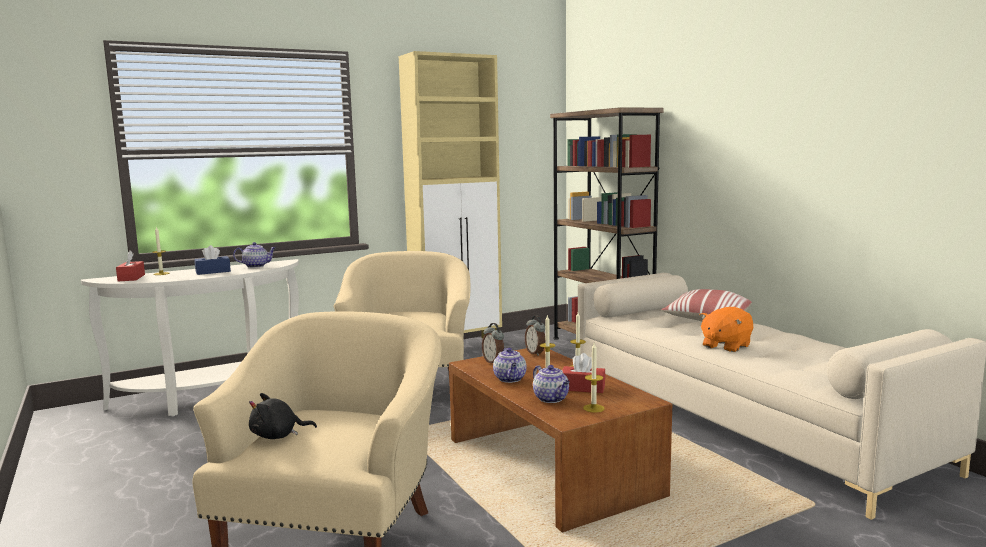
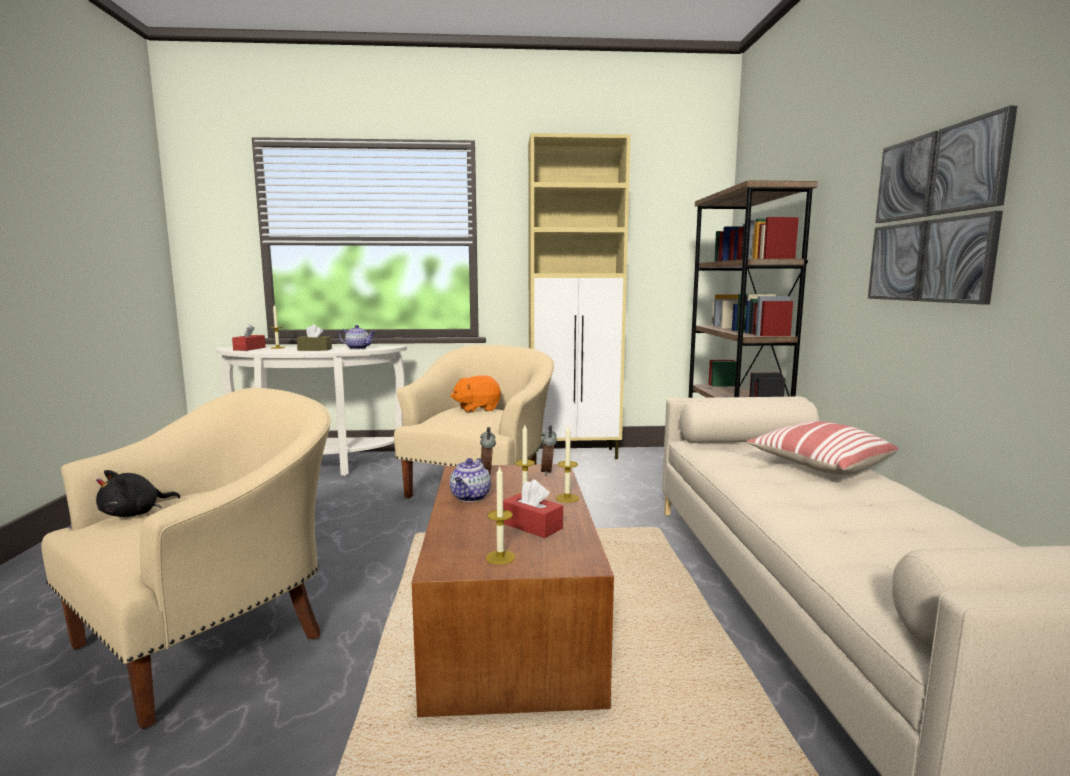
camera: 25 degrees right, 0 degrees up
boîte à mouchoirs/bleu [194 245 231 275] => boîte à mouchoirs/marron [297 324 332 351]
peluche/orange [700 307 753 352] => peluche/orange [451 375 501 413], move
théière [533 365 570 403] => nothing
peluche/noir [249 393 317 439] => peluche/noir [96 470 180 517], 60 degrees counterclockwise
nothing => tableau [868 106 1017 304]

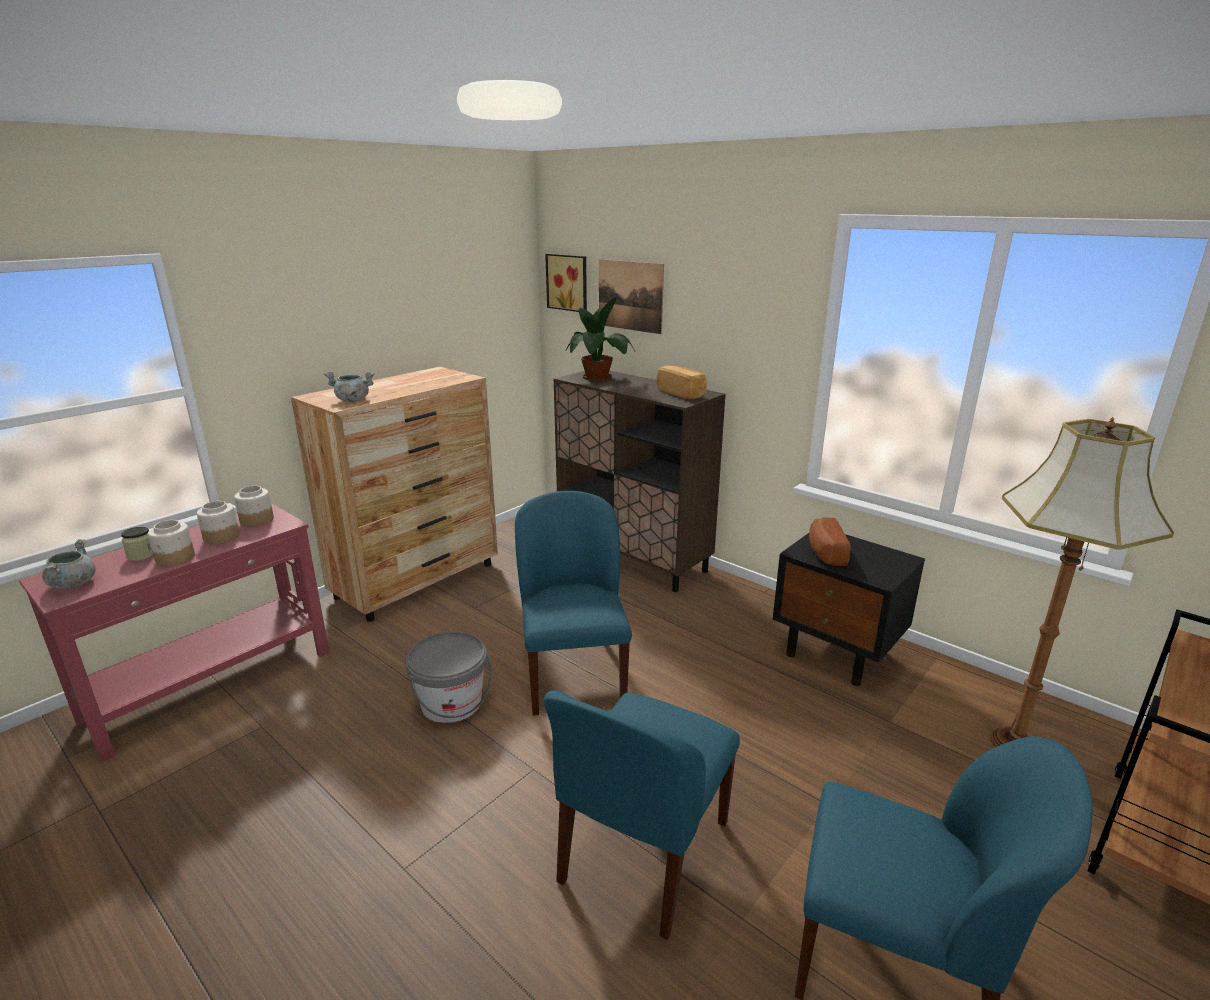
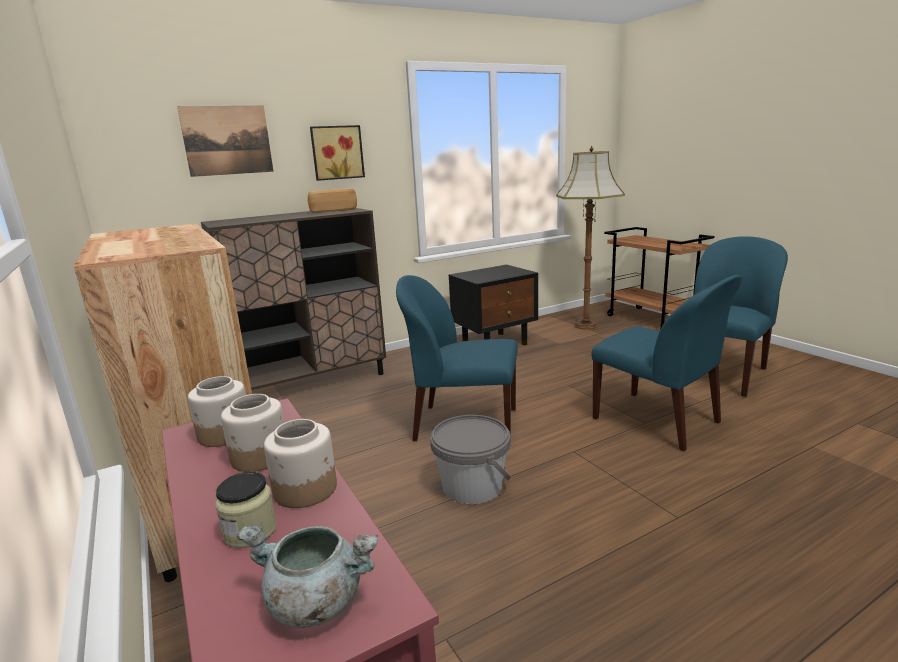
camera: 70 degrees left, 5 degrees down
tableau [545 254 587 312] => tableau [310 125 365 181], move
plante en pot [566 297 635 381] => nothing
marmite/gris [324 371 374 402] => nothing
pain [809 518 851 566] => nothing

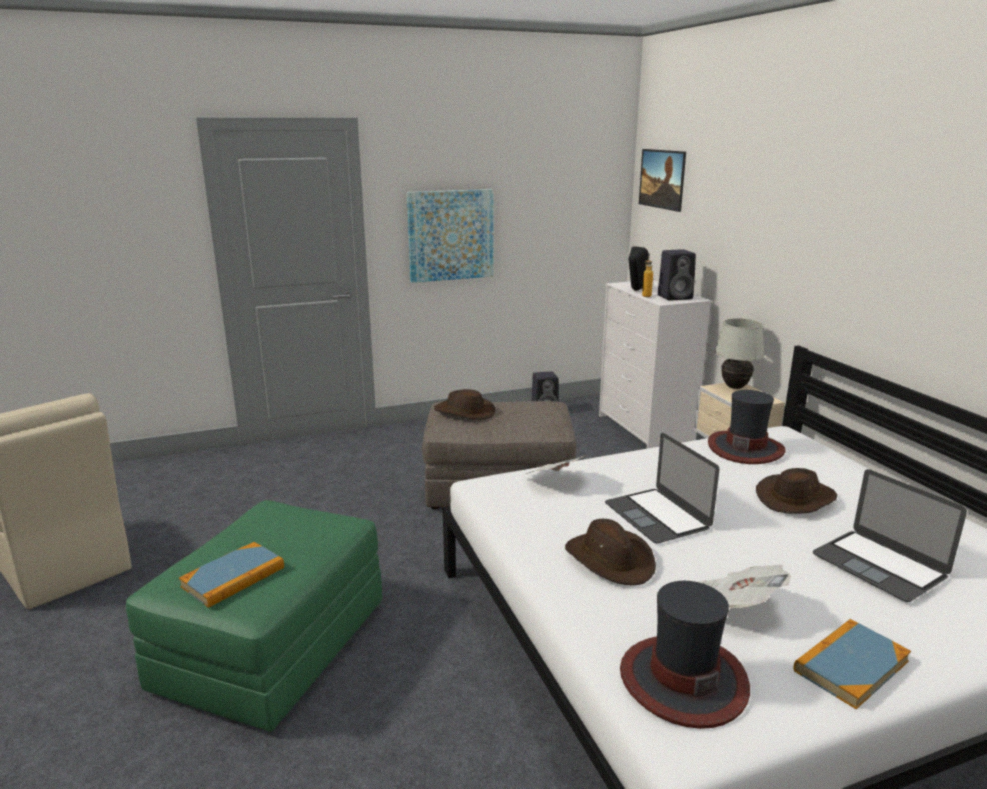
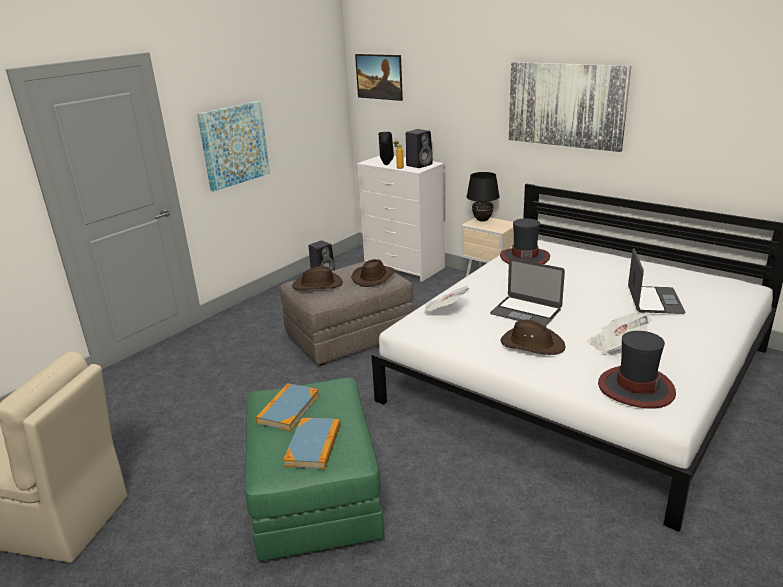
camera: 30 degrees left, 5 degrees up
lampe de table/blanc [715 318 764 389] => lampe de table/noir [466 172 500 222]
chapeau/marron [756 468 837 514] => chapeau/marron [351 259 395 287], move
ordinateur portable [813 469 967 602] => ordinateur portable [628 248 685 314], 105 degrees counterclockwise
livre [794 619 911 709] => livre [256 383 319 431], move
nothing => tableau [509 62 631 152]

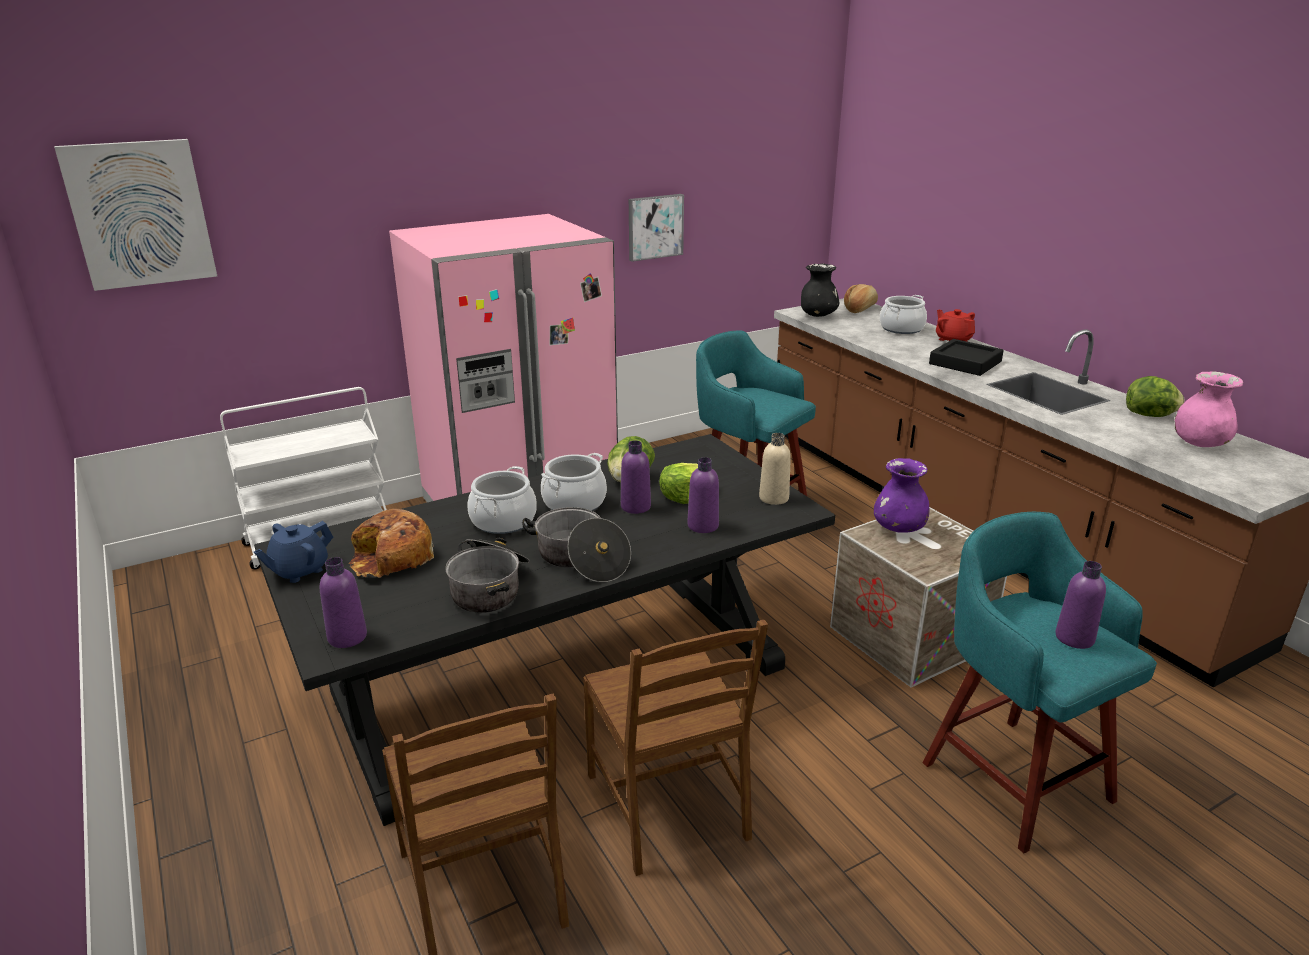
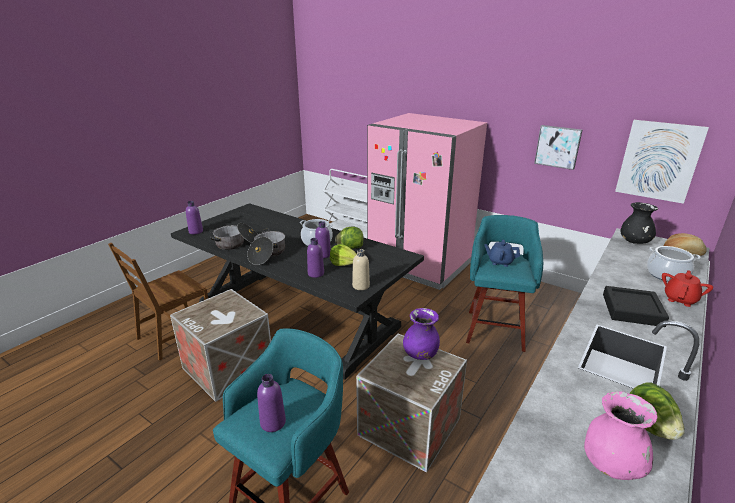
camera: 65 degrees right, 0 degrees up
tableau [54 139 217 291] => tableau [615 120 709 204], move
marmite [467 466 537 534] => nothing
pain [349 509 434 578] => nothing
théière/bleu [254 521 333 583] => théière/bleu [484 240 520 267], move
chaise/marron [583 620 768 876] => caisse [170 289 271 402]

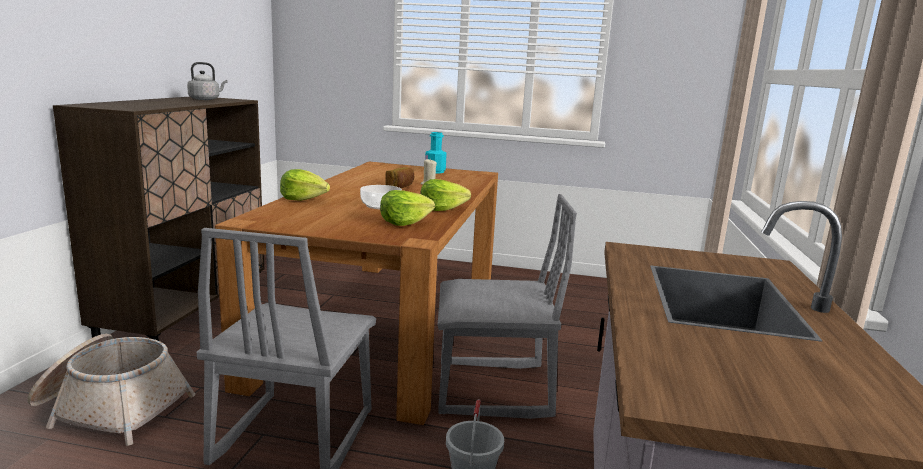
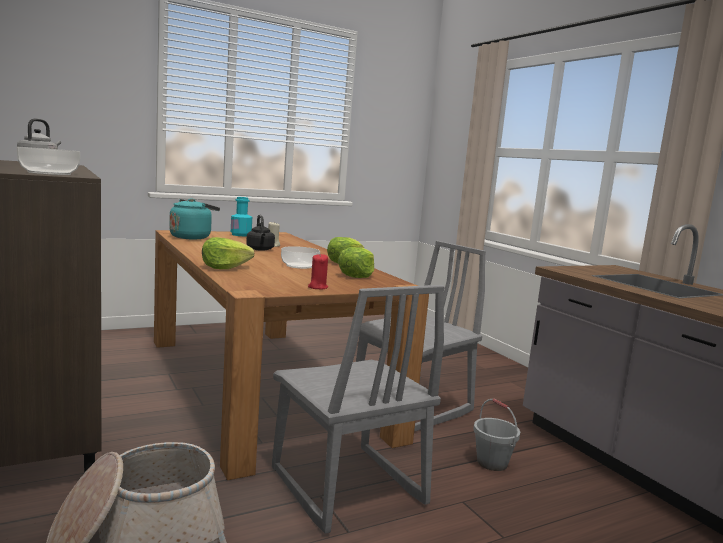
camera: 40 degrees left, 5 degrees down
pain [385 167 414 188] => bouilloire/noir [246 215 275 251]
nothing => bol [17 147 80 175]
nothing => bouilloire/turquoise [169 198 220 239]
nothing => bougie/rouge [308 253 328 290]

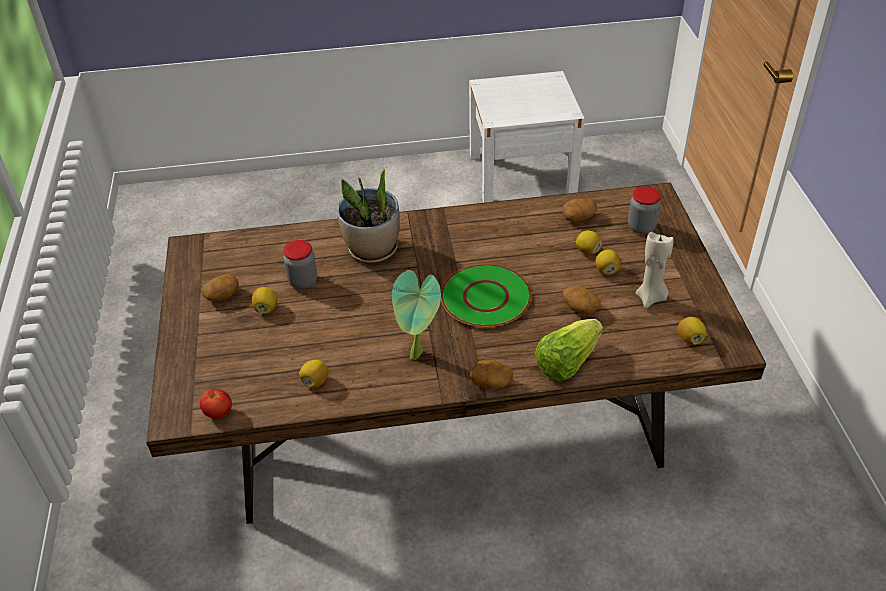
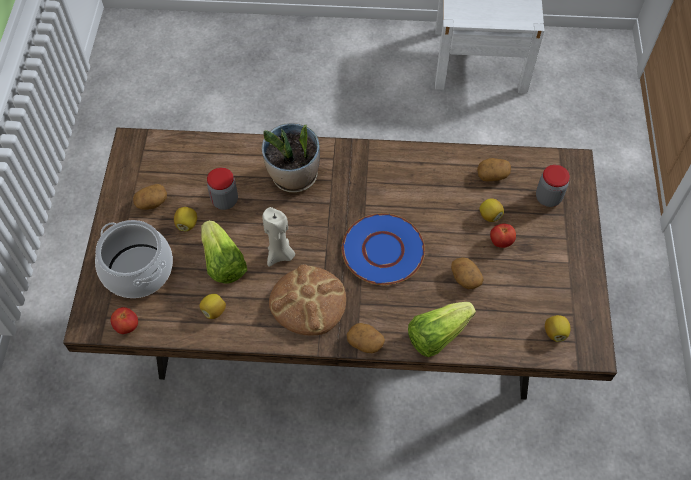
camera: 10 degrees right, 15 degrees up
bougie/beige [635 232 674 309] => bougie/beige [263 207 295 267], move
citron [595 250 621 275] => tomate [490 223 516 248]
assiette/vert [441 264 532 327] => assiette/bleu [342 213 425 285]
plante en pot [392 270 441 360] => pain [269 264 346 335]
nothing => marmite [95 220 173 298]
nothing => laitue [201 220 247 284]

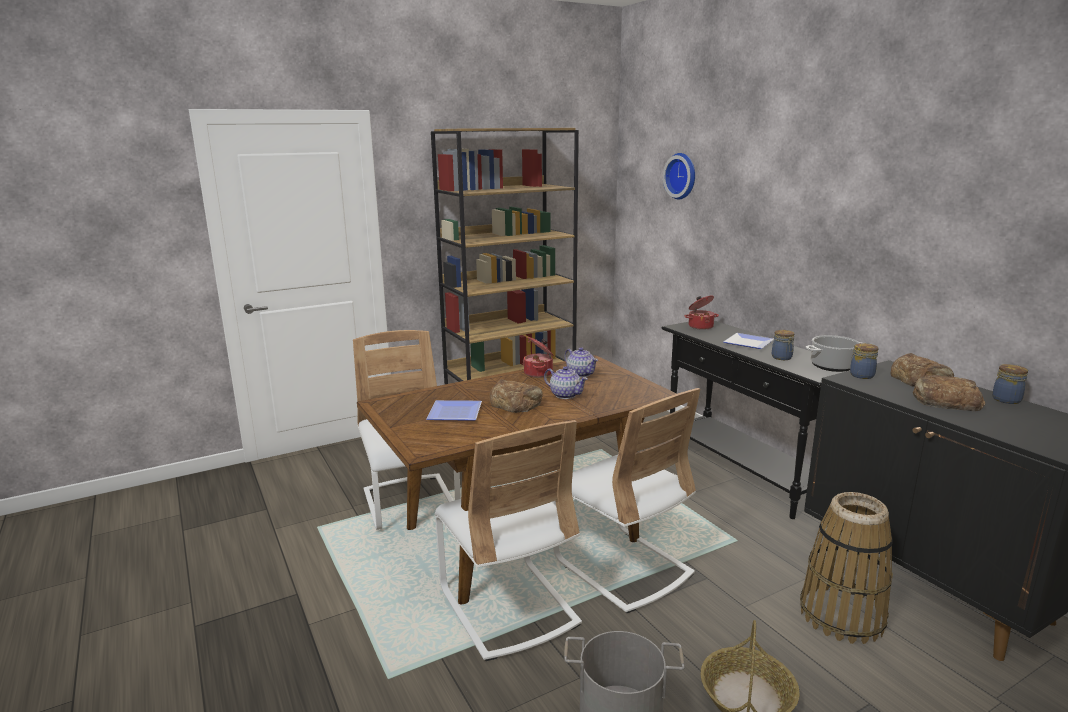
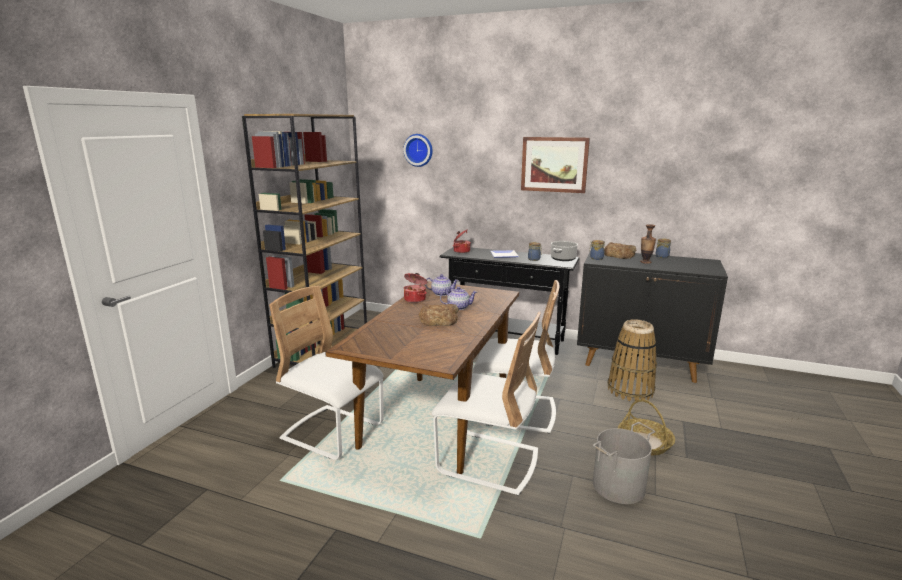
camera: 40 degrees left, 0 degrees up
pain [913 375 985 411] => vase [640 224 656 264]
assiette [427 400 482 421] => nothing
nothing => tableau [521 137 590 193]

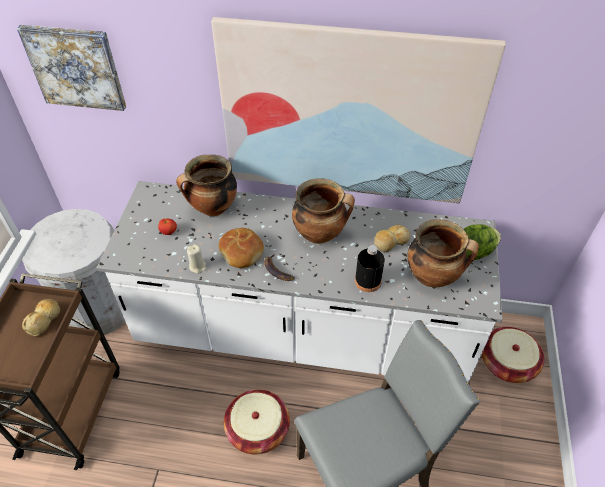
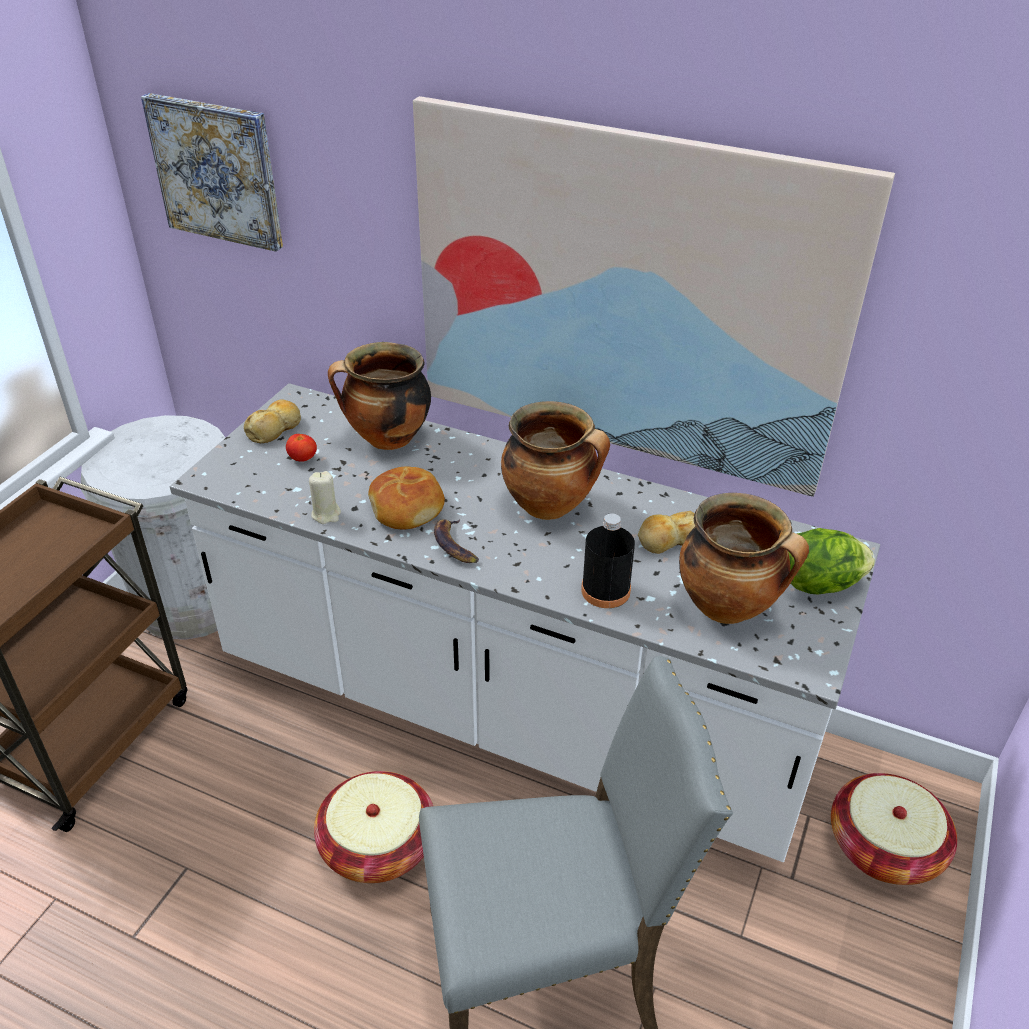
camera: 15 degrees right, 10 degrees down
pain [22 299 60 336] => pain [244 399 301 443], move

